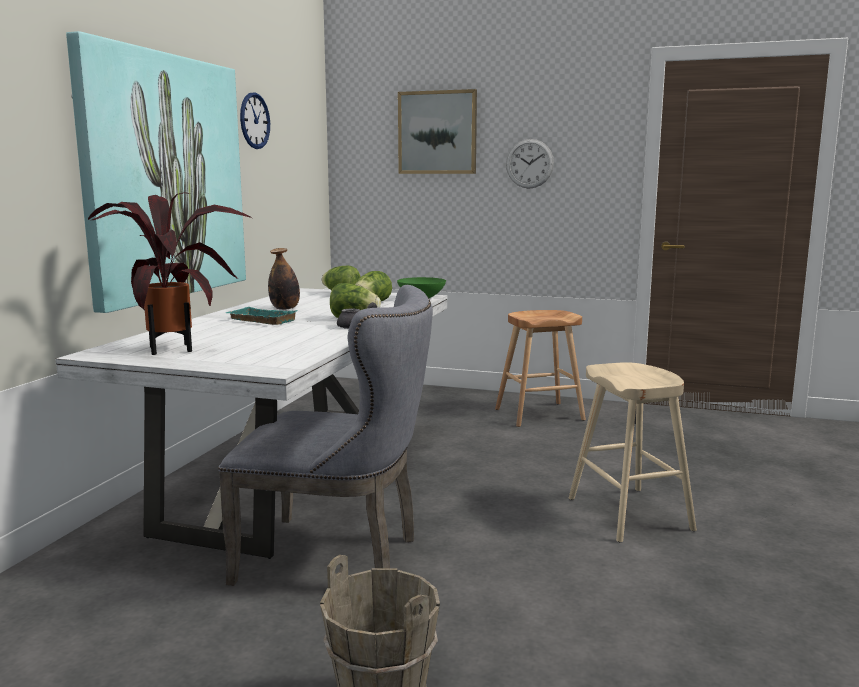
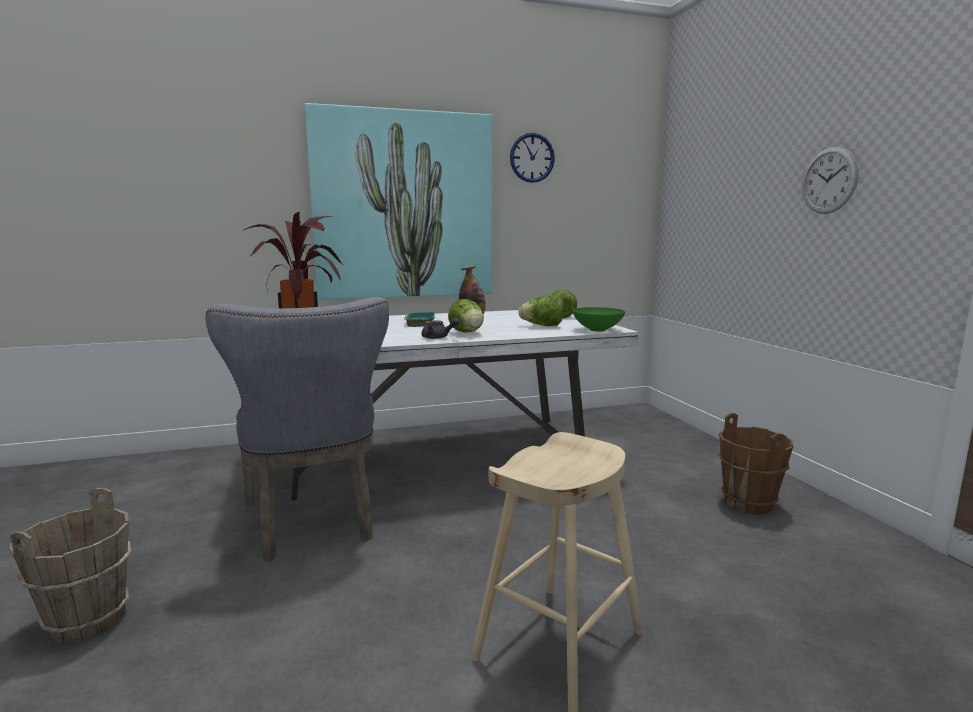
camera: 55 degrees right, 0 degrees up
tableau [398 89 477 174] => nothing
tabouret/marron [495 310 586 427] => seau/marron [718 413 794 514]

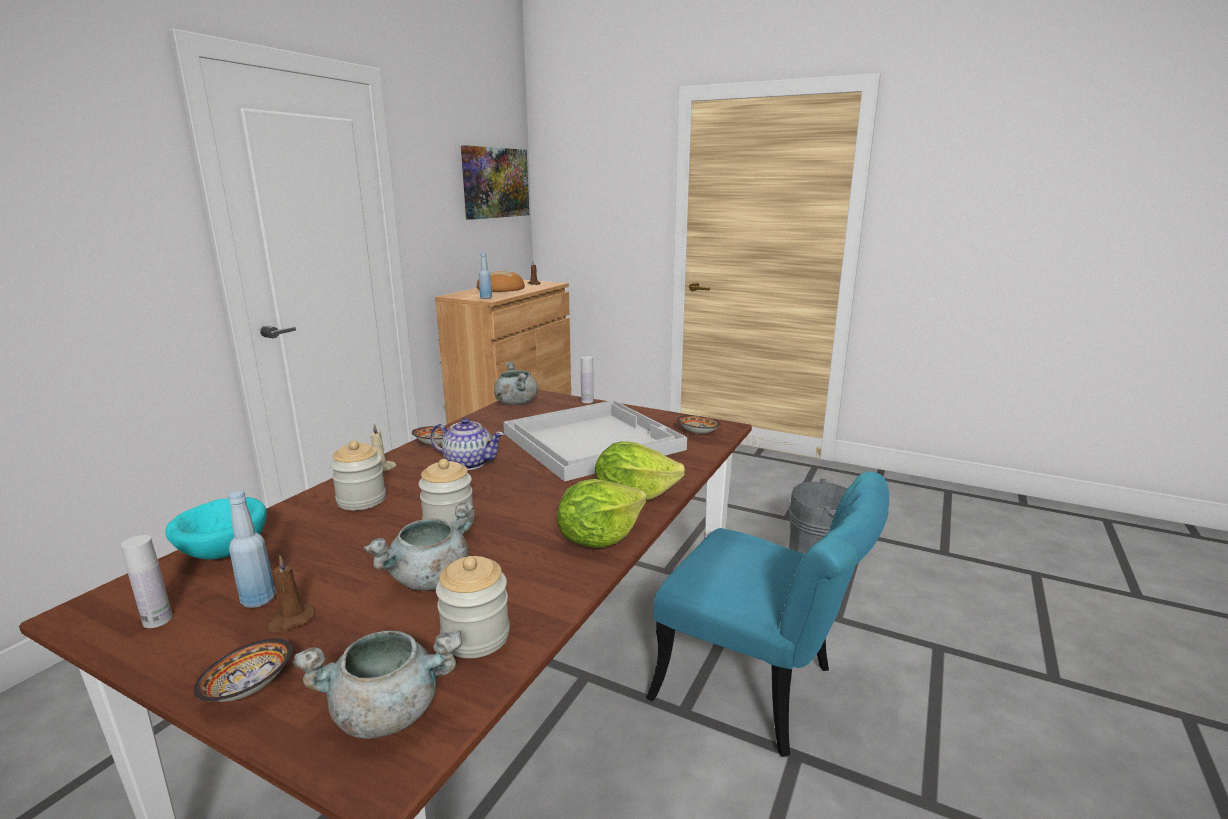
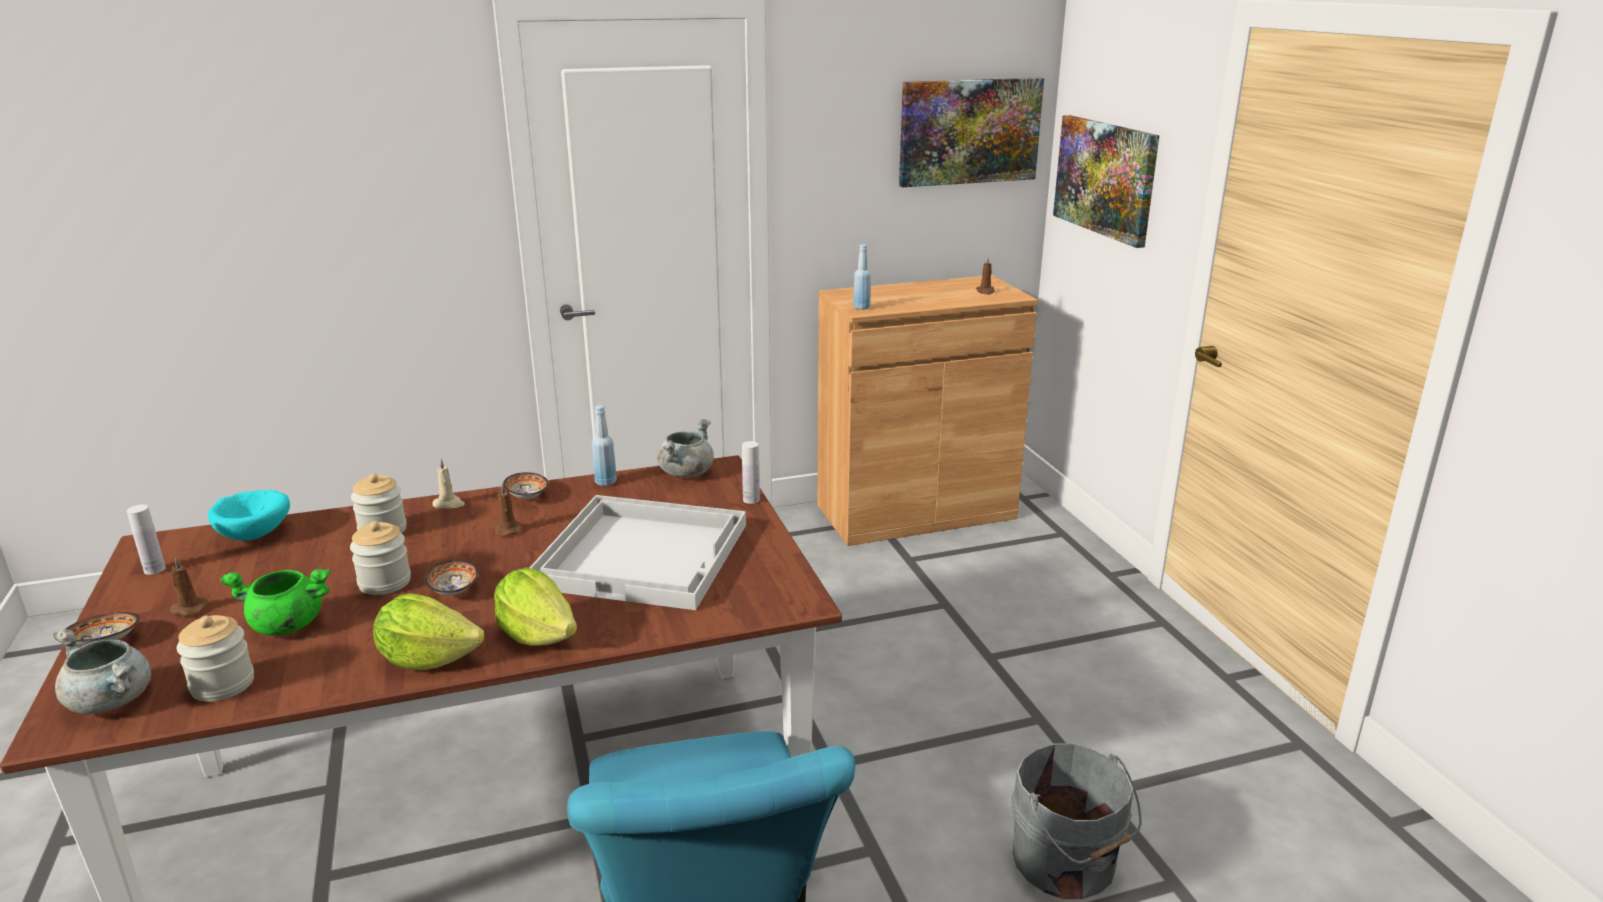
camera: 45 degrees right, 5 degrees up
pain [477 271 525 292] => nothing
bol [677 415 721 434] => bol [424 560 479 595], move
théière [430 418 504 470] => bougie/marron [495 482 523 536]
bouteille/bleu [228 490 276 608] => bouteille/bleu [592 405 617 486], move
marmite/gris [364 500 474 591] => marmite/vert [220 569 330 636]
nothing => tableau [1053 115 1160 248]

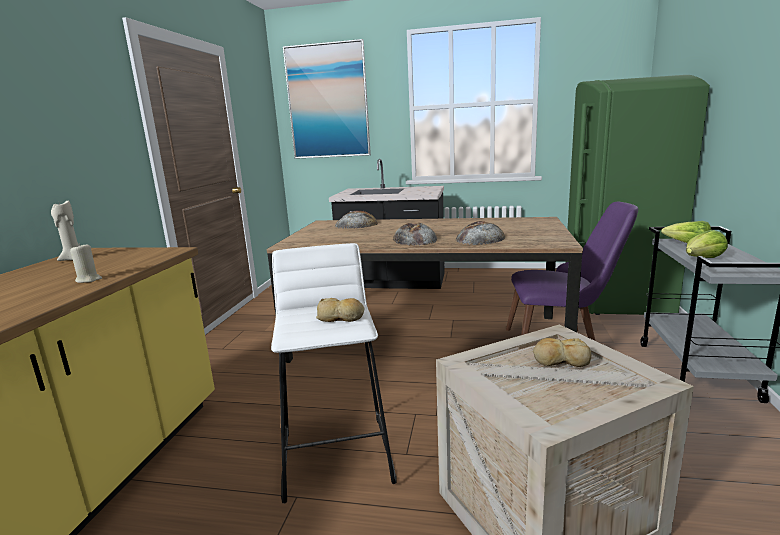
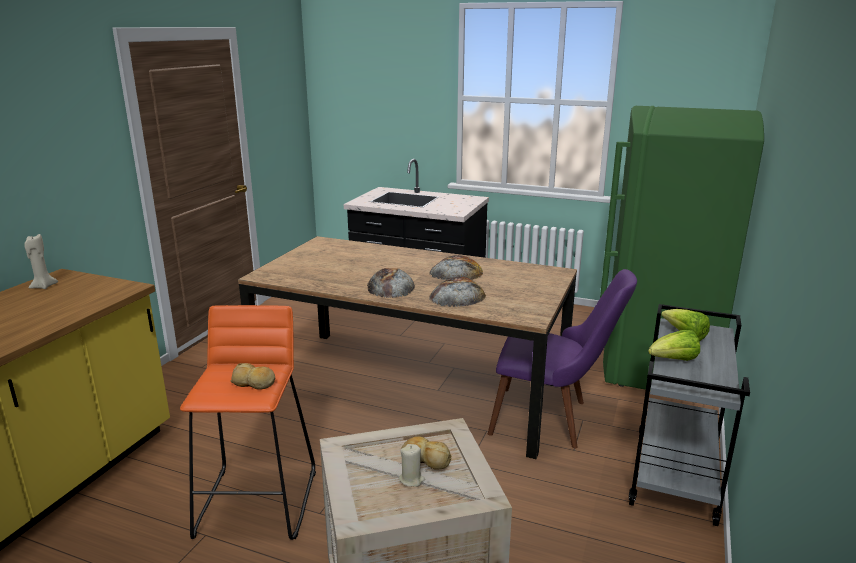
camera: 10 degrees right, 5 degrees up
tableau [283 39 371 159] => nothing
pain [335 210 378 229] => pain [430 255 483 280], move
bougie/beige [70 243 102 283] => bougie/beige [399 444 425 487], move
tabouret/blanc [271 243 397 504] => tabouret/orange [180 305 316 540]

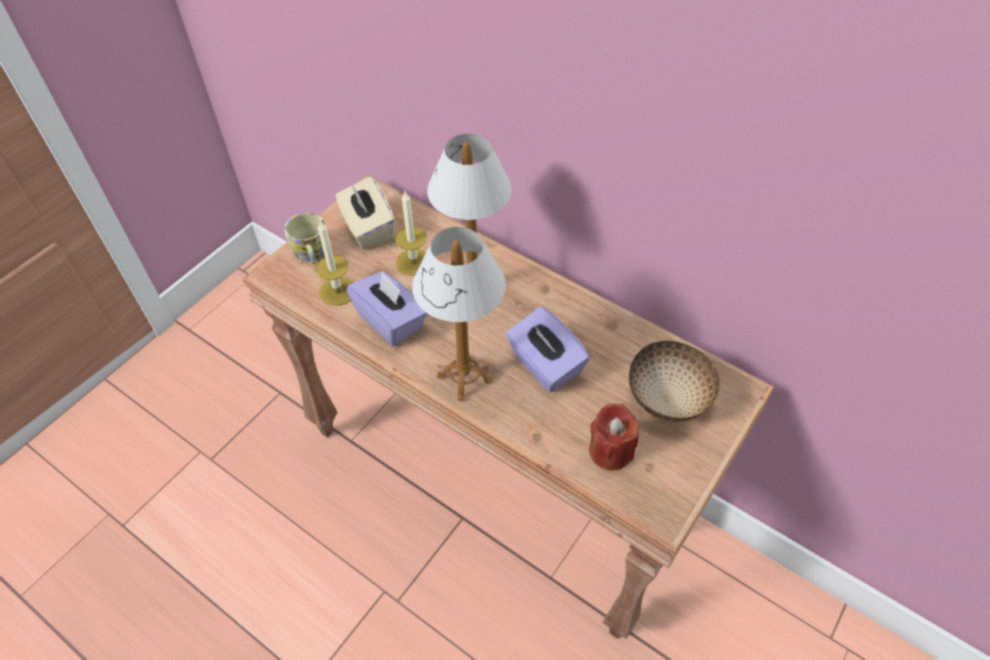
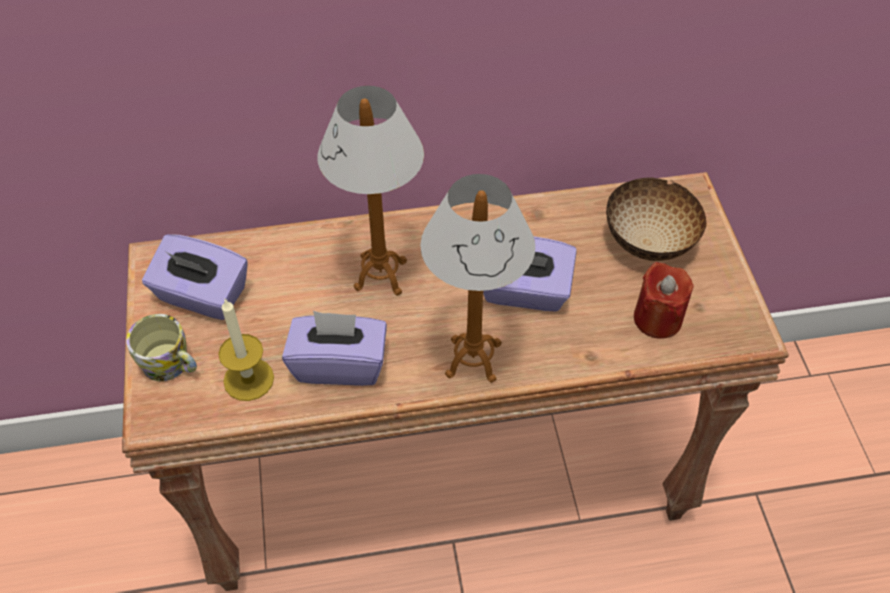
camera: 45 degrees left, 0 degrees up
boîte à mouchoirs/beige [335 176 395 249] => boîte à mouchoirs/violet [142 234 248 320]
bougie [395 192 427 276] => nothing

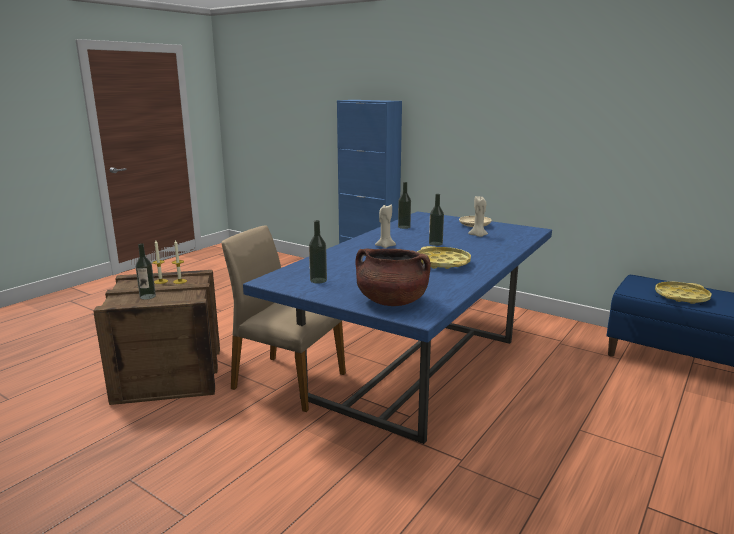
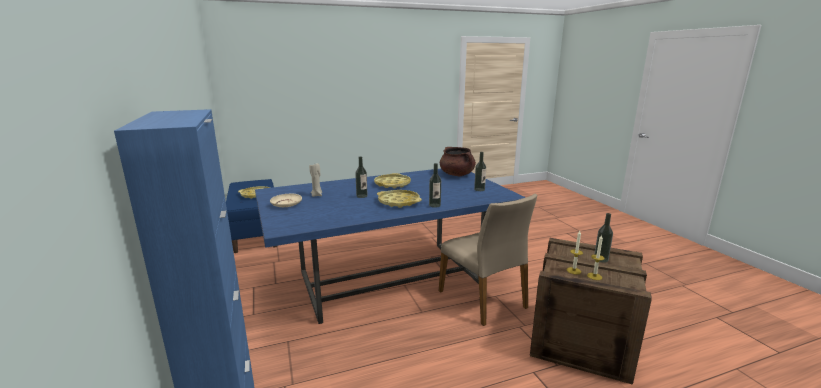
camera: 145 degrees left, 0 degrees up
bouteille [398 182 411 229] => bouteille [429 163 441 208], move
bougie/beige [375 204 396 248] => plateau/jaune [377 190 422 208]

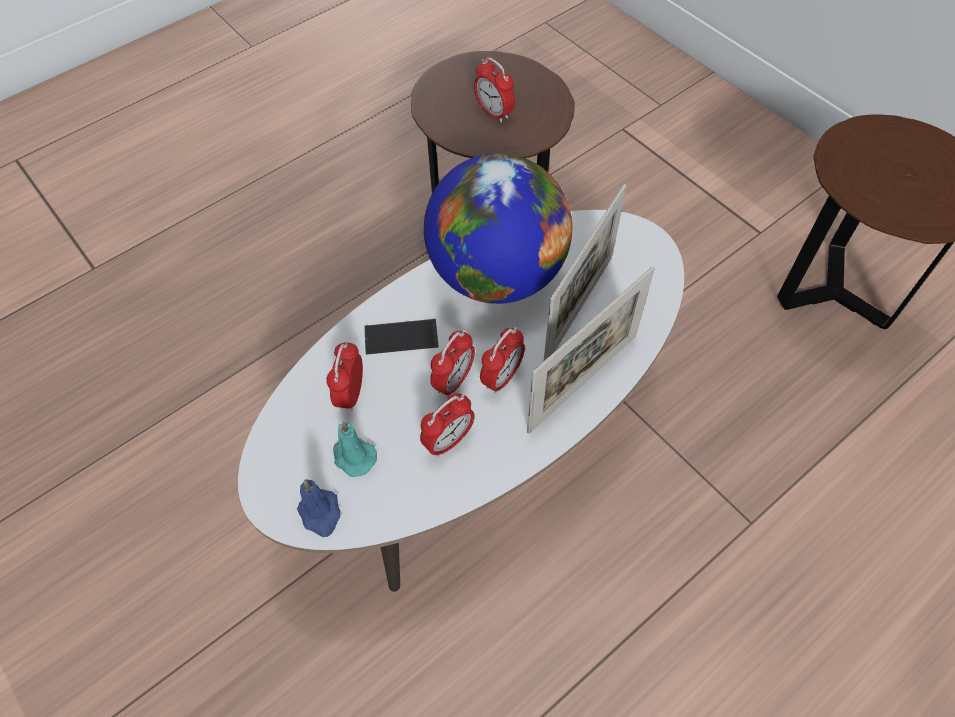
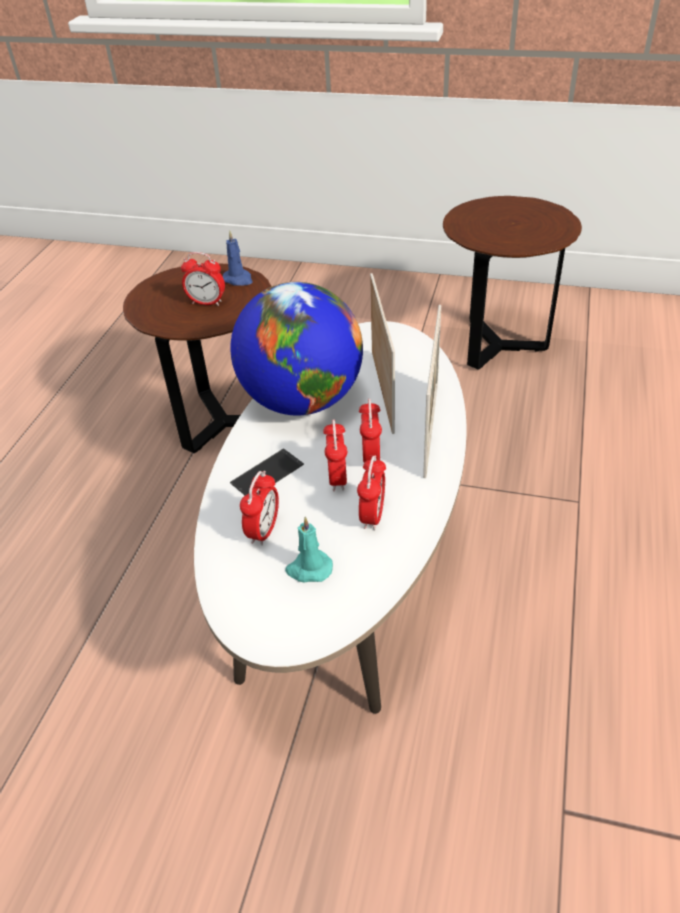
camera: 35 degrees left, 15 degrees down
réveil [326 341 363 411] => réveil [240 471 279 546], 135 degrees counterclockwise
bougie/bleu [297 479 340 537] => bougie/bleu [223 231 252 286], move

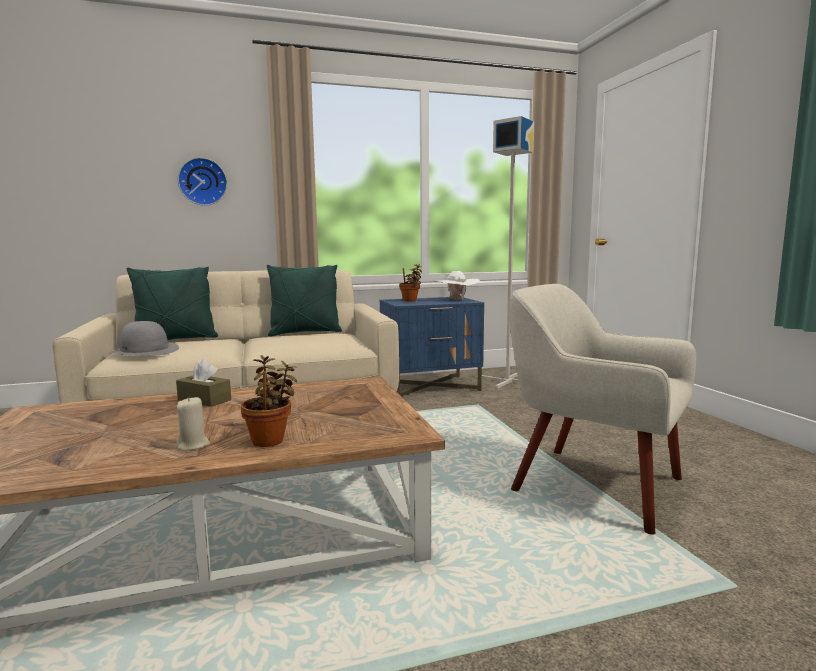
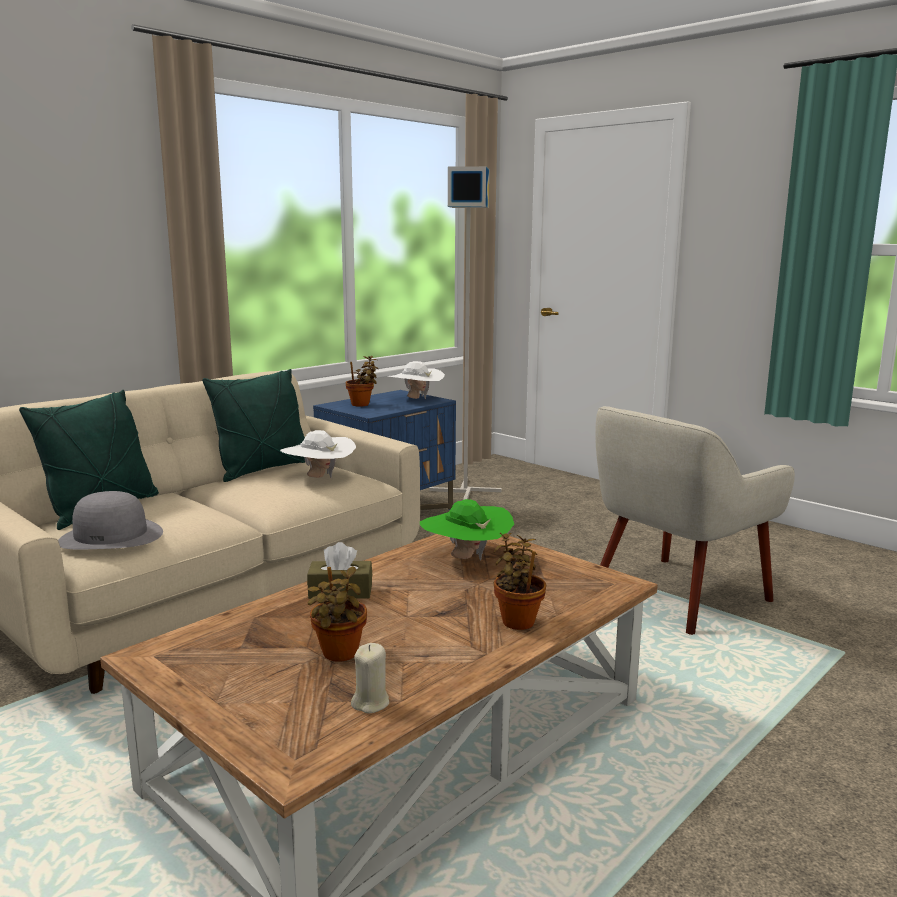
camera: 30 degrees left, 5 degrees up
horloge murale [178 158 227 206] => nothing
fauteuil/beige [510 284 696 535] => fauteuil/beige [595 406 795 635], 45 degrees counterclockwise
bougie/beige [177 396 210 451] => bougie/beige [351 643 389 714], move
nothing => chapeau/blanc [280 430 356 478]
nothing => chapeau/vert [420 499 514 561]
nothing => plante en pot [308 566 367 662]

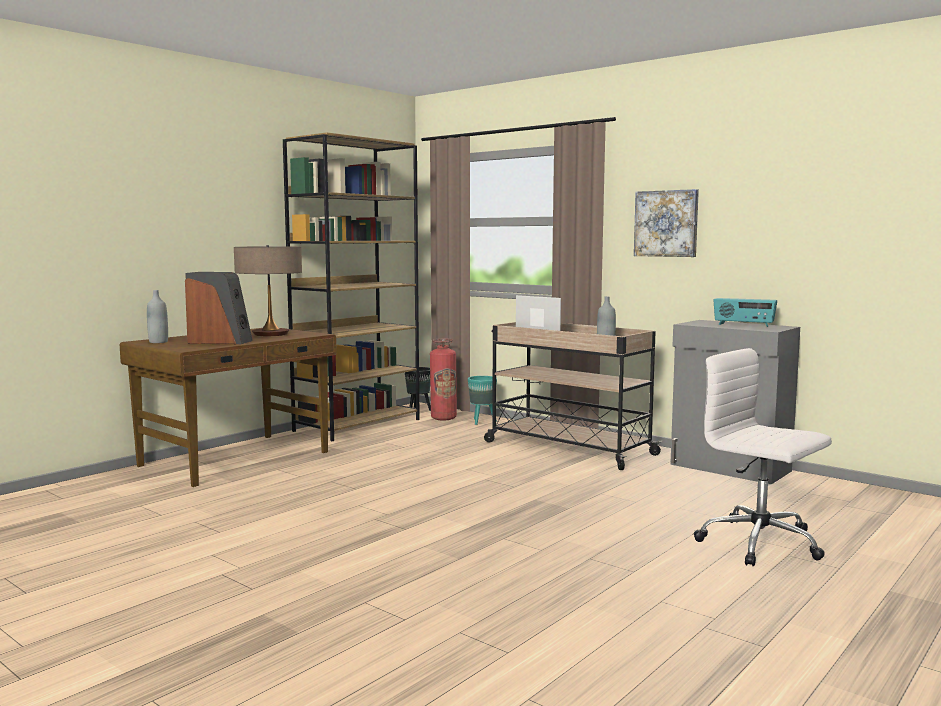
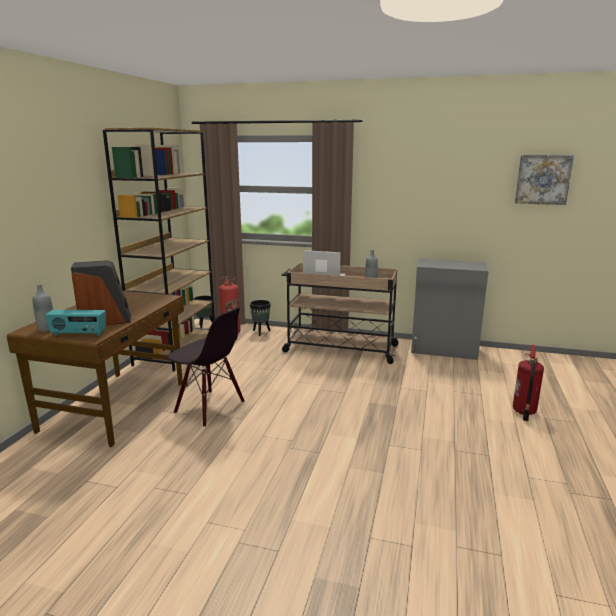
camera: 25 degrees left, 10 degrees up
tableau [634 189 699 257] => tableau [515 155 574 205], move
lampe de table [234 245 302 336] => nothing
radio [714 298 777 327] => radio [45 310 106 336], move
chaise de bureau/blanc [694 348 832 566] => extincteur [513 345 544 421]
cache-pot/turquoise [468 376 497 425] => cache-pot/noir [250 300 271 336]
nothing => chaise/noir [166 307 244 427]

